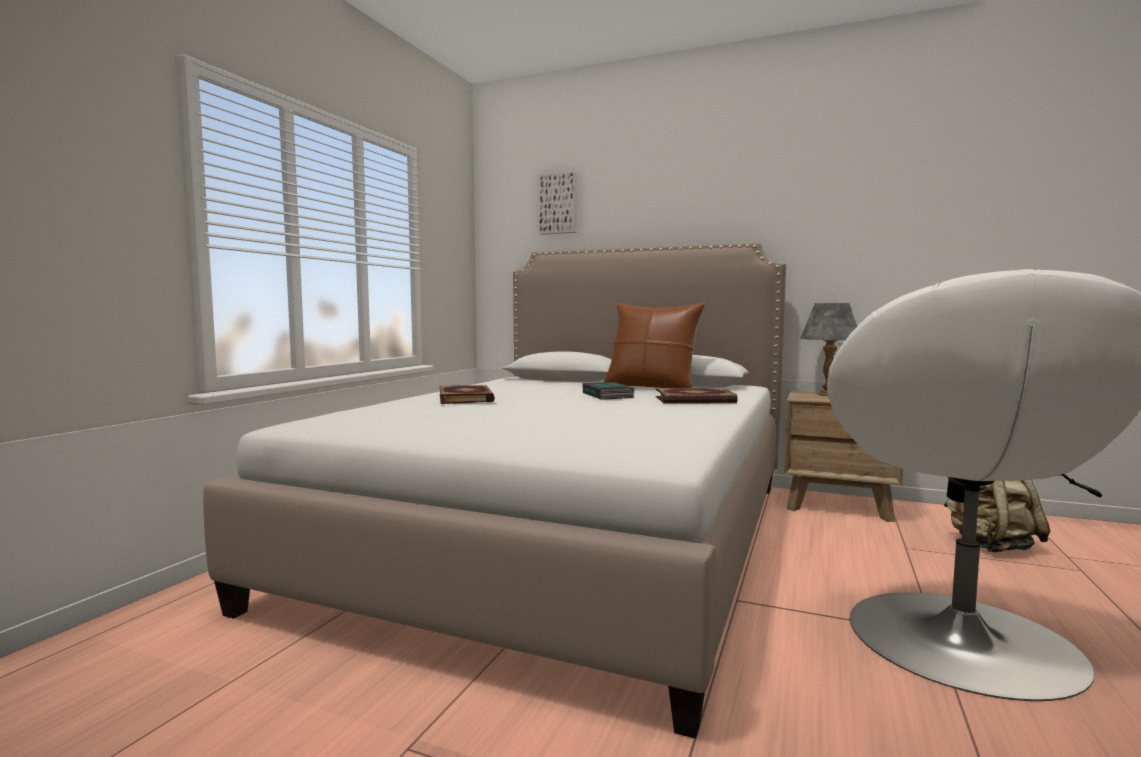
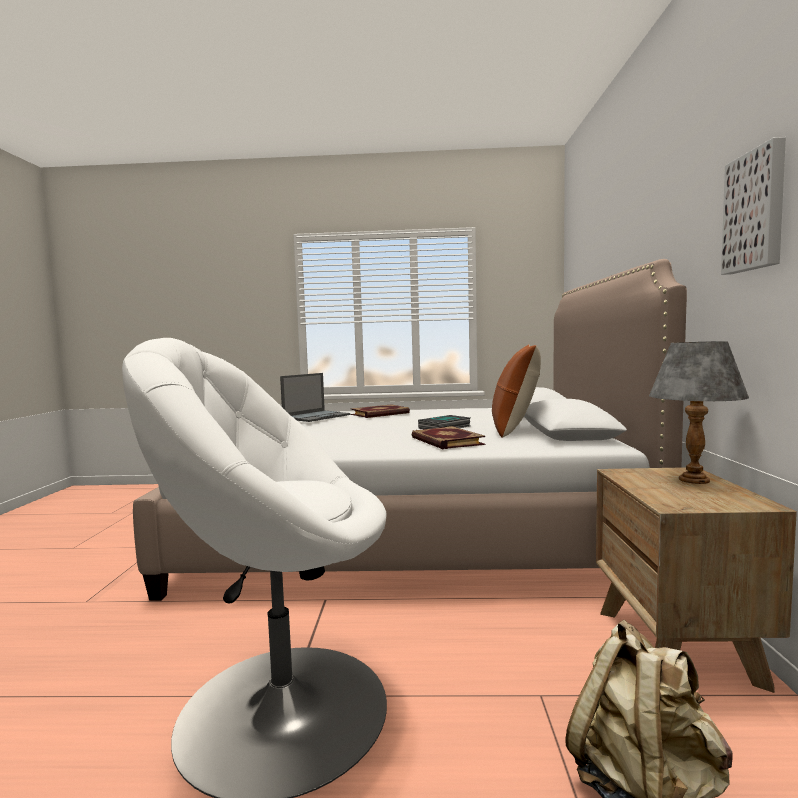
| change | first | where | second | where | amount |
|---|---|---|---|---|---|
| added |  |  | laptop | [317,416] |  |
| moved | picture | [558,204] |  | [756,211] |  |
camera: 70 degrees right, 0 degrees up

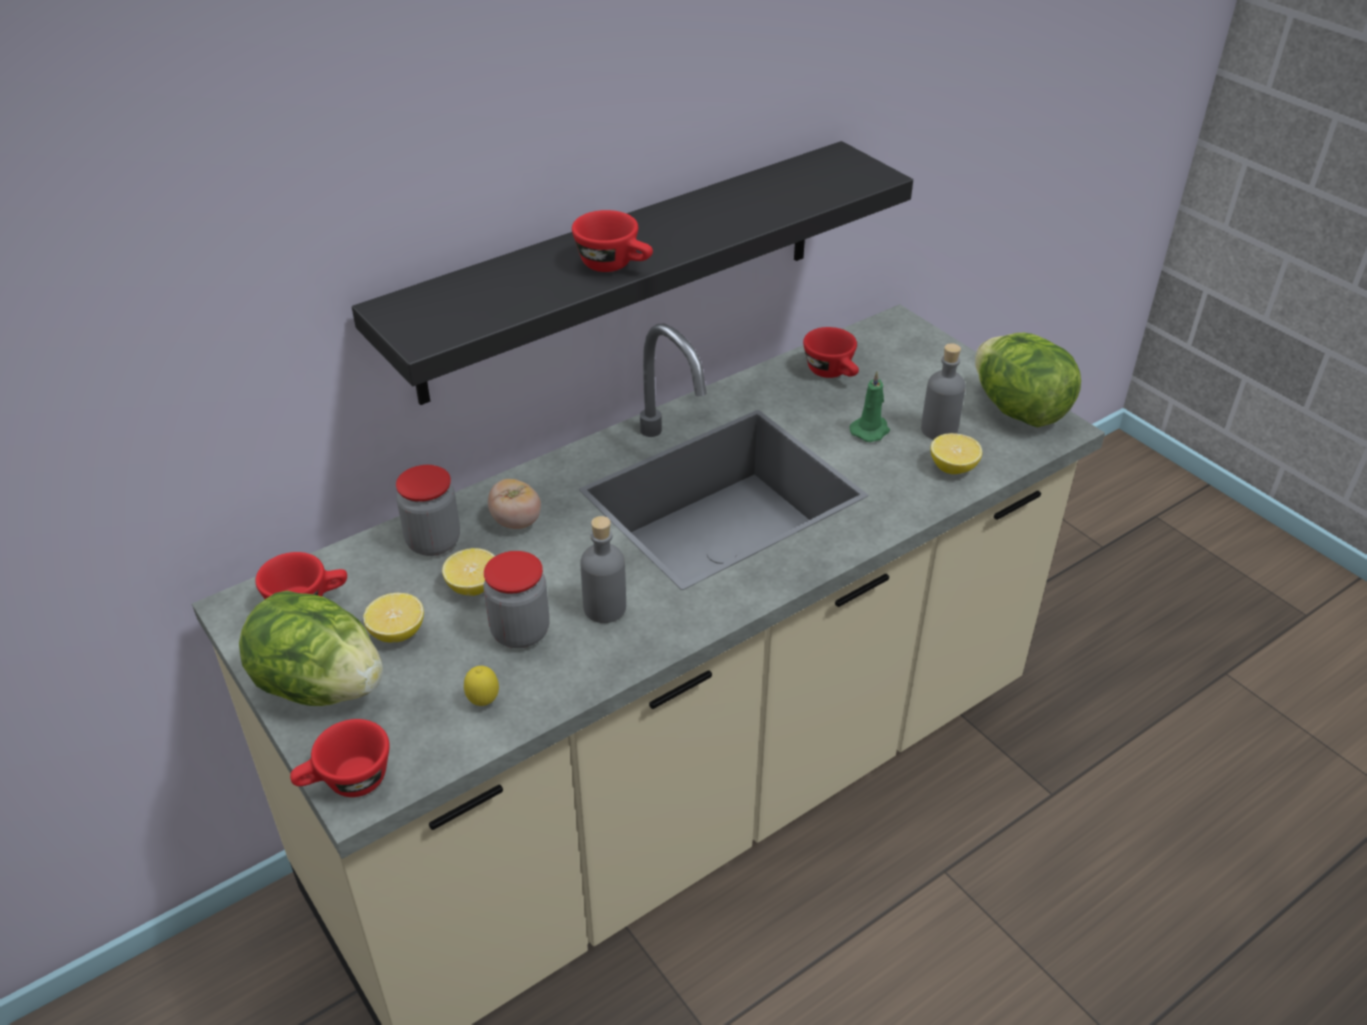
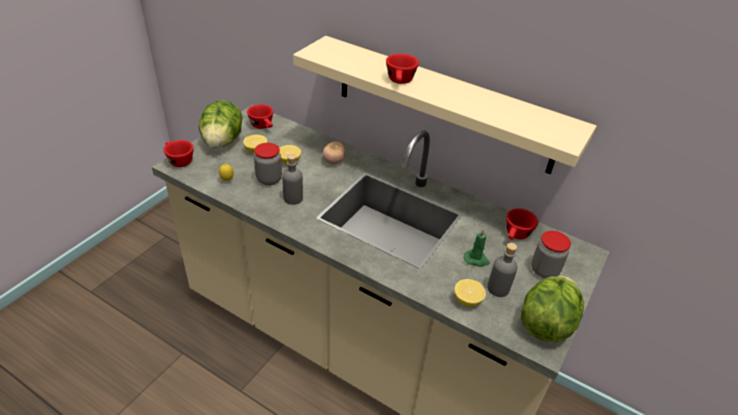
| change | first | where | second | where | amount |
|---|---|---|---|---|---|
| recoloured | bracket shelf (black) | [623,271] | bracket shelf (sand-coloured) | [443,104] |  |
| moved | jar | [433,542] |  | [544,270] |  |
camera: 65 degrees right, 0 degrees up

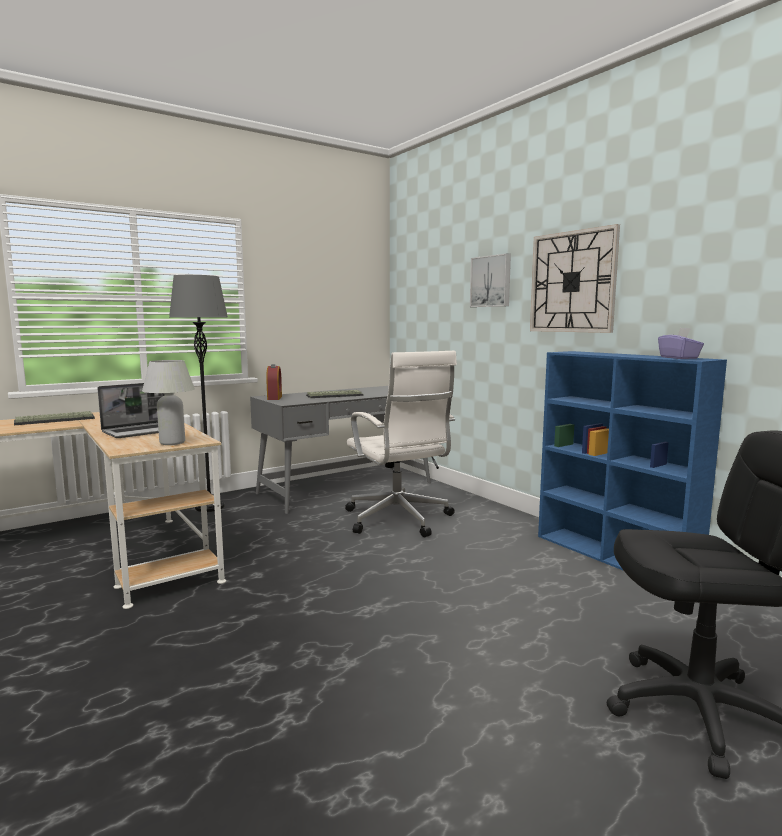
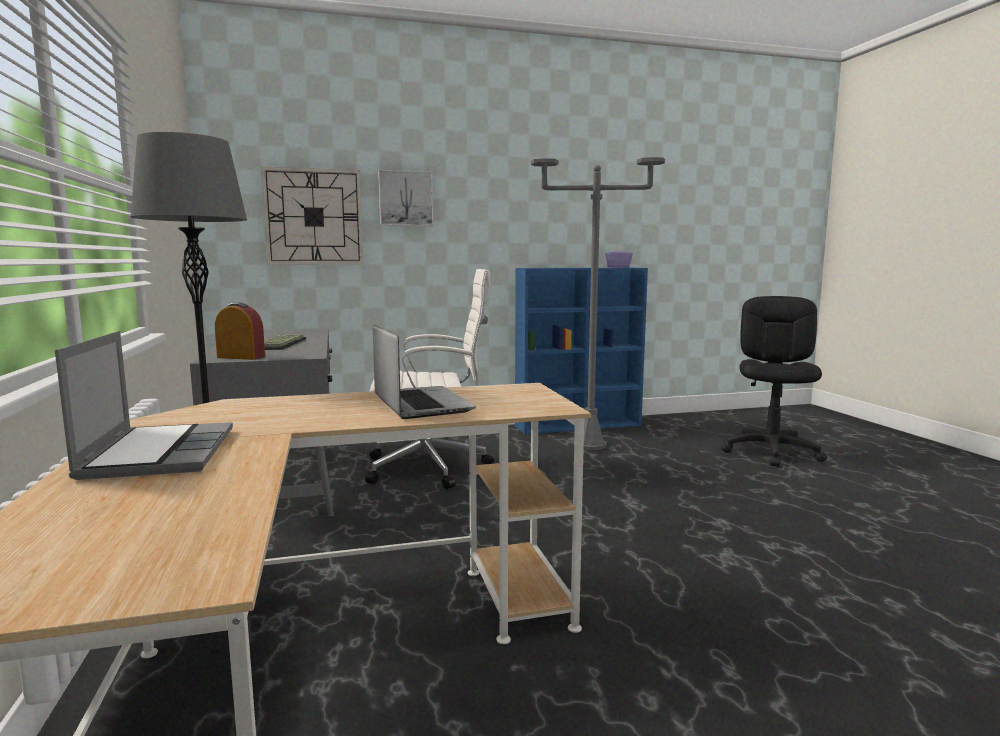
| change | first | where | second | where | amount |
|---|---|---|---|---|---|
| replaced | keyboard | [56,419] | laptop | [158,453] |  |
| moved | hanging clock | [572,282] |  | [314,217] |  |
| added |  |  | standard lamp (greyish) | [589,445] |  |
| removed | lamp for a table (white-coloured) | [172,443] |  |  |  |
camera: 70 degrees left, 0 degrees up

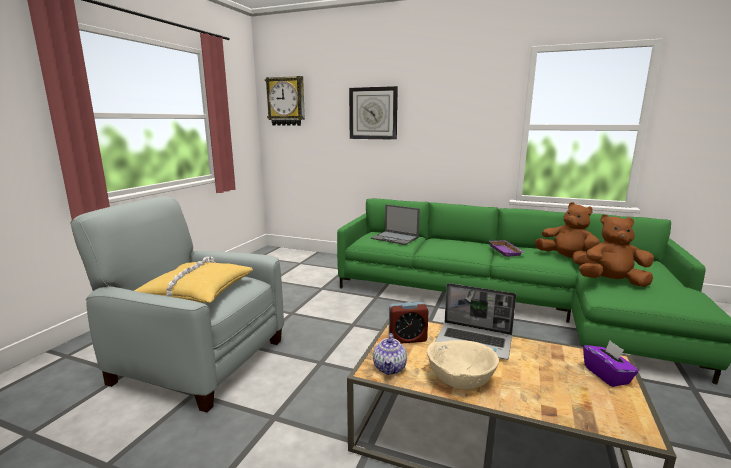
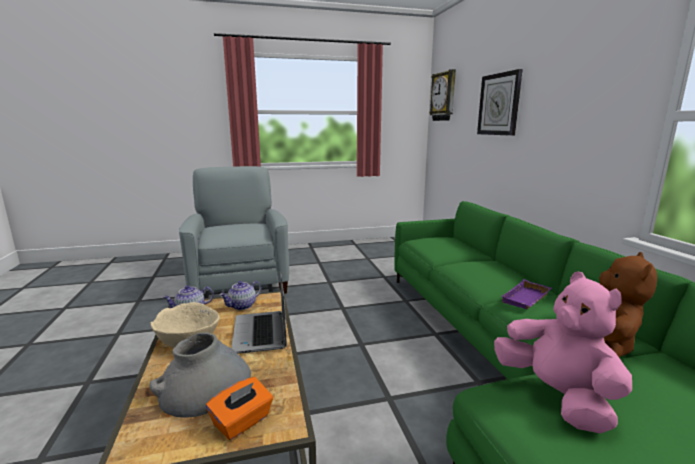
| change | first | where | second | where | amount |
|---|---|---|---|---|---|
| added |  |  | decorative vase (greyish) | [204,386] |  |
| recoloured | tissue holder (purplish) | [607,375] | tissue holder (orange-coloured) | [242,422] |  |
| replaced | bedside clock | [407,339] | teapot | [242,306] |  |
| recoloured | cuddly toy (brown-coloured) | [612,282] | cuddly toy (pinkish) | [556,396] |  |
| removed | pillow (yellow) | [196,291] |  |  |  |
| removed | laptop | [395,238] |  |  |  |
camera: 55 degrees right, 0 degrees up

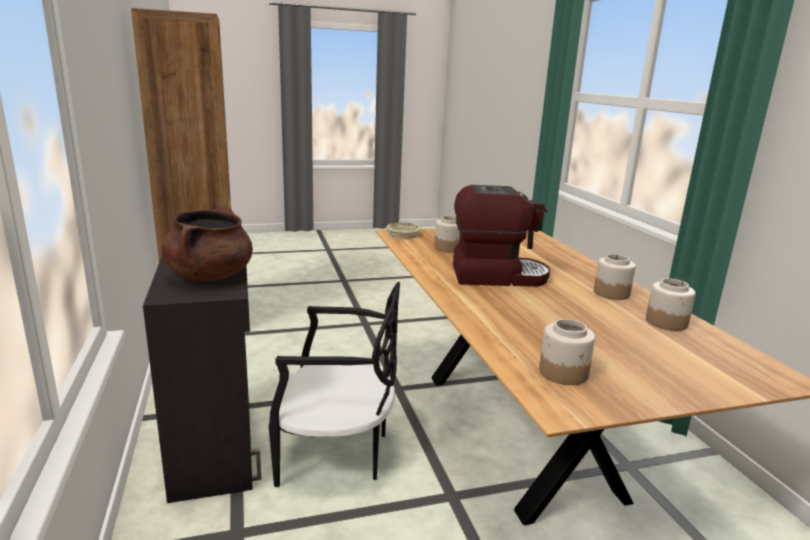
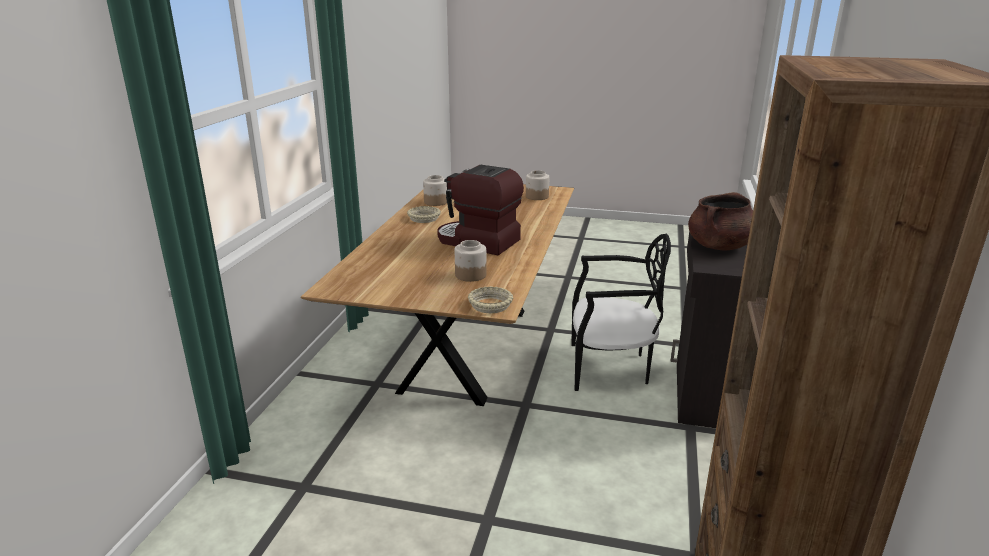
| change | first | where | second | where | amount |
|---|---|---|---|---|---|
| replaced | jar | [611,293] | bowl (sand-coloured) | [424,218] |  |
| turned | chair (black) | [337,453] |  | [610,368] | 150 degrees clockwise |
camera: 150 degrees left, 5 degrees up

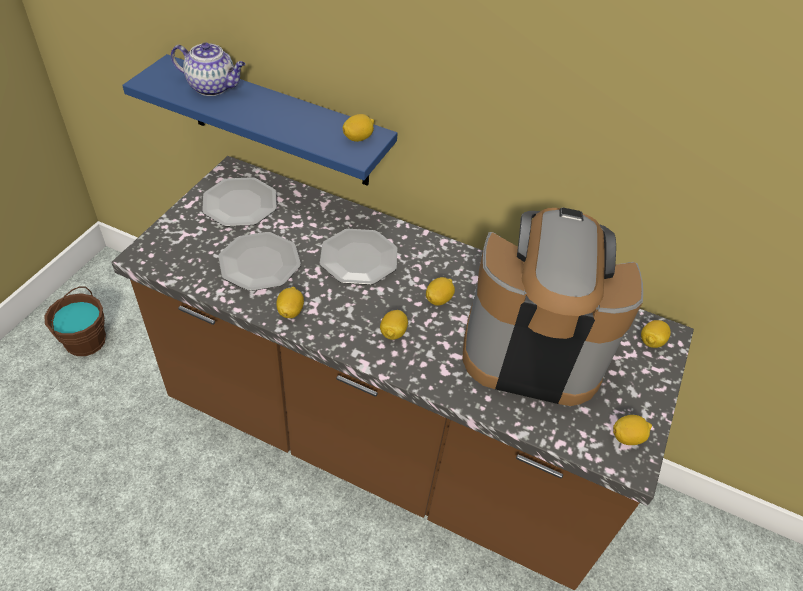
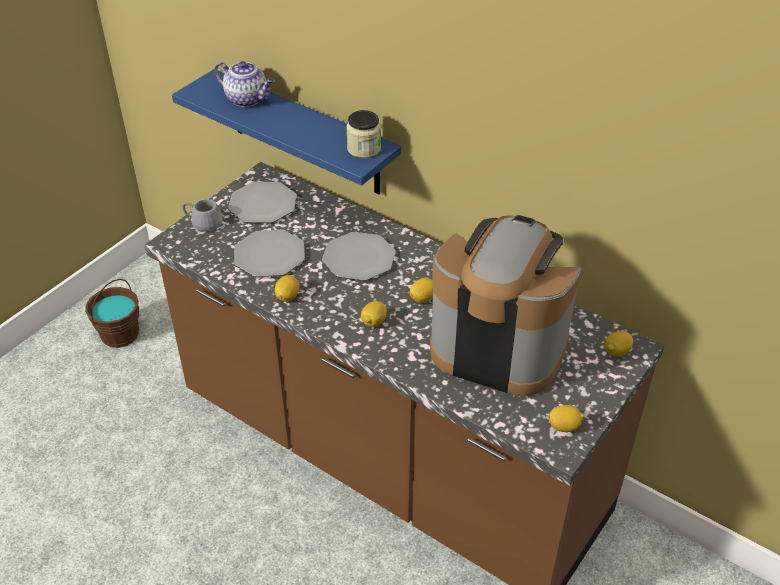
| change | first | where | second | where | amount |
|---|---|---|---|---|---|
| added |  |  | mug (greyish) | [204,220] |  |
| replaced | lemon | [358,138] | jar | [364,149] |  |
camera: 15 degrees right, 5 degrees down

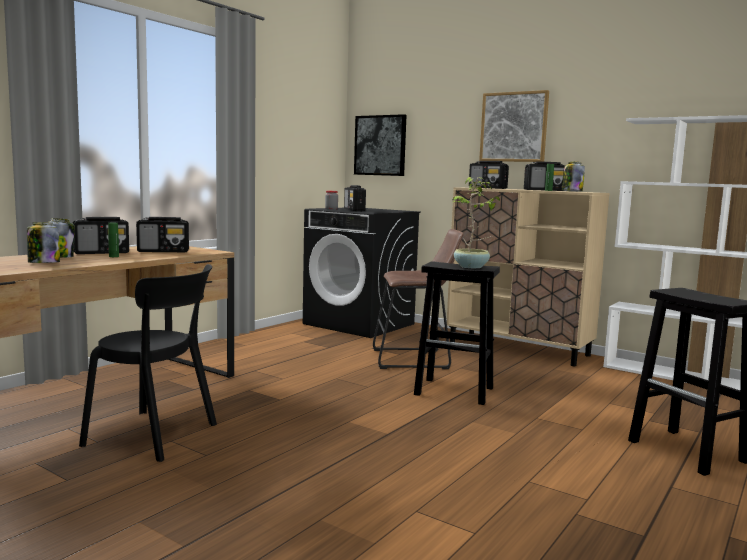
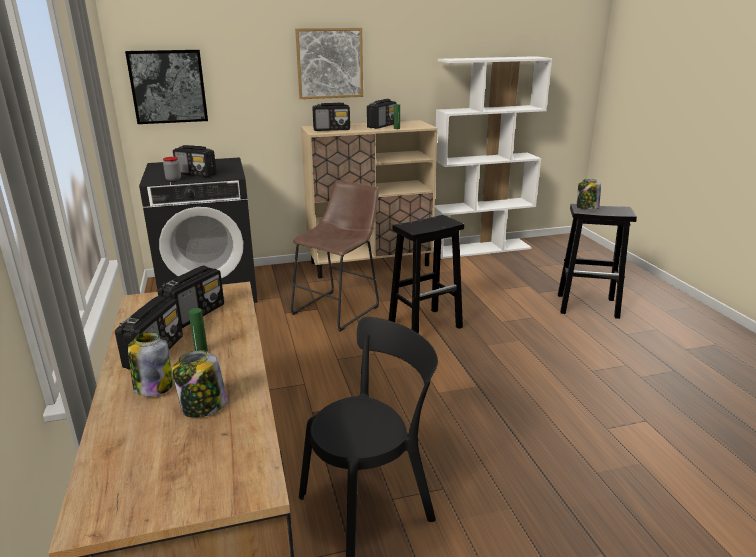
| change | first | where | second | where | amount |
|---|---|---|---|---|---|
| moved | jar | [571,191] |  | [586,208] |  |
| removed | houseplant | [472,267] |  |  |  |
camera: 50 degrees left, 15 degrees up

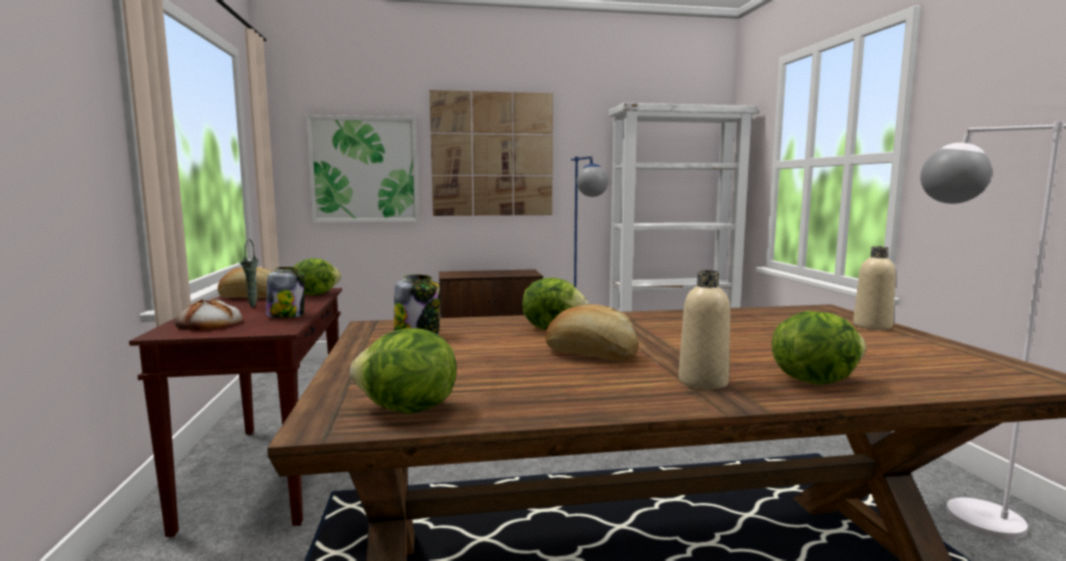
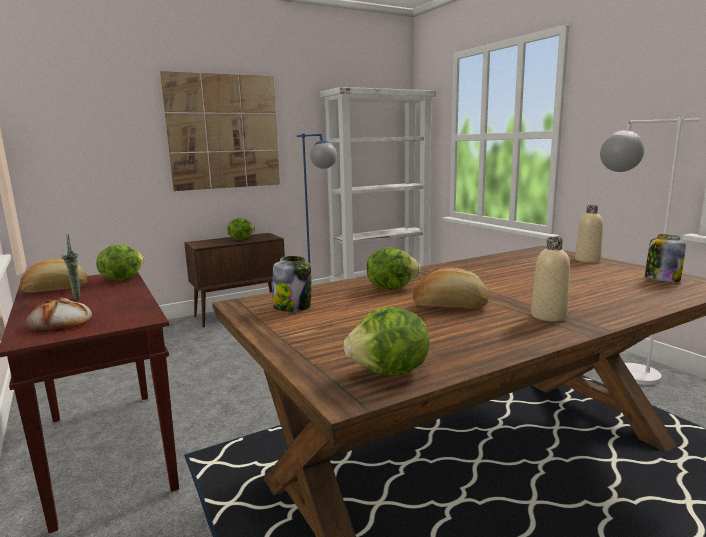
| change | first | where | second | where | amount |
|---|---|---|---|---|---|
| moved | lettuce | [813,380] |  | [241,239] |  |
| moved | jar | [286,315] |  | [661,279] |  |
| removed | picture | [364,170] |  |  |  |
camera: 20 degrees left, 5 degrees up

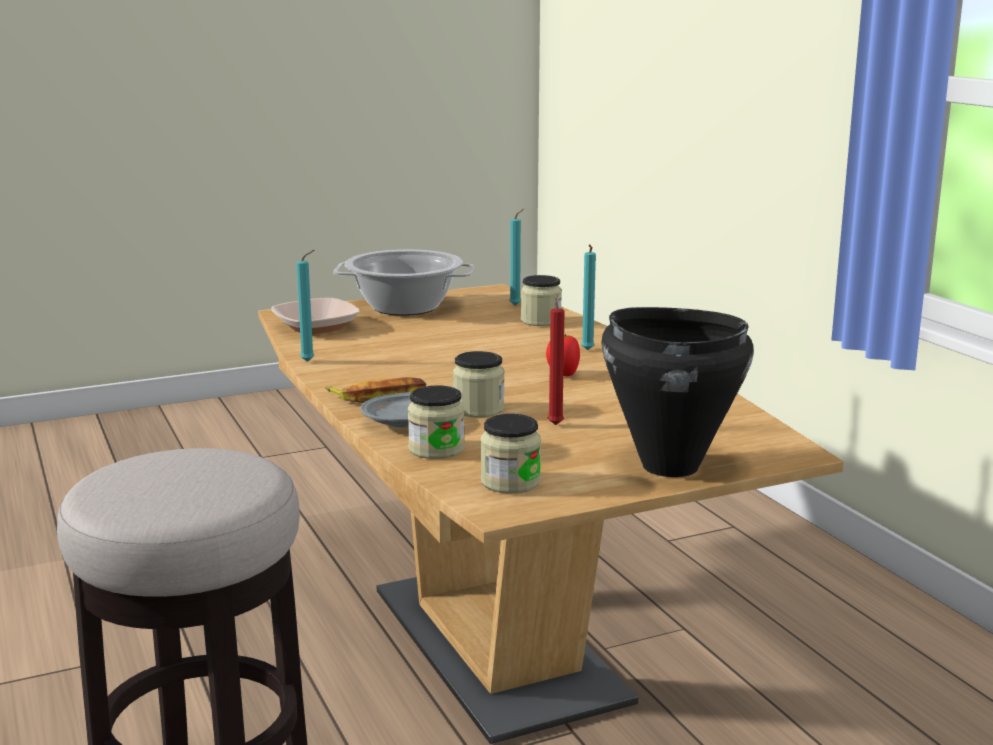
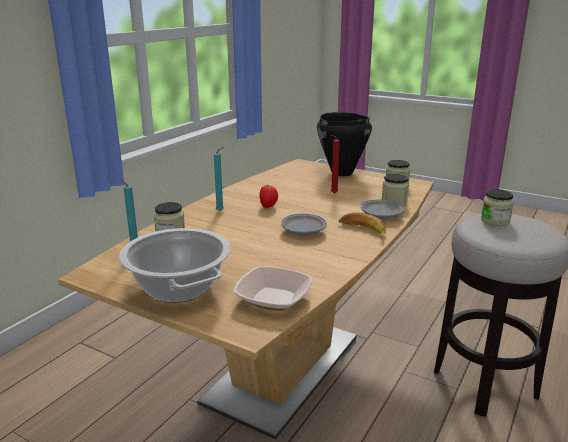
| change | first | where | second | where | amount |
|---|---|---|---|---|---|
| added |  |  | flat dish (greyish) | [303,231] |  |
| moved | jar | [478,409] |  | [495,221] |  |
| removed | wax candle (turquoise-coloured) | [310,361] |  |  |  |
camera: 125 degrees left, 5 degrees up

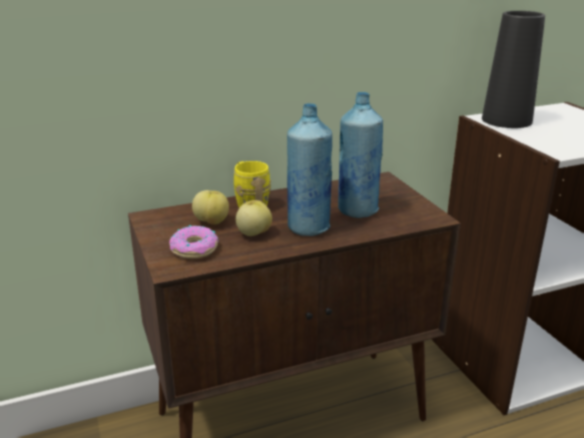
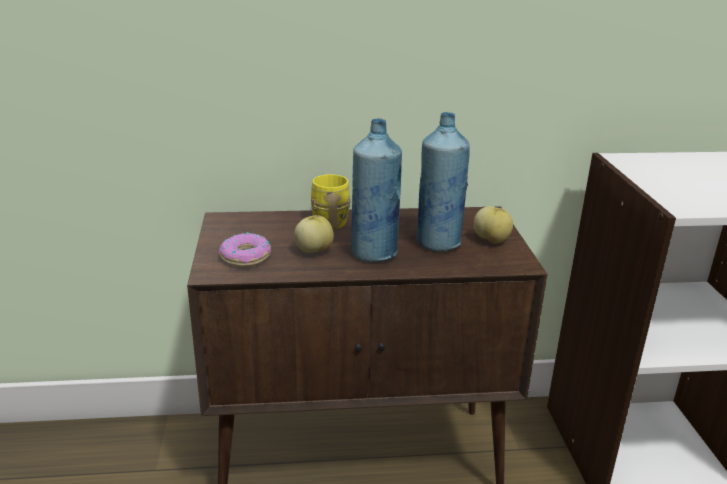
| change | first | where | second | where | amount |
|---|---|---|---|---|---|
| moved | whole apple | [212,222] |  | [491,240] |  |
| removed | decorative vase (black) | [506,120] |  |  |  |
camera: 15 degrees right, 0 degrees up

